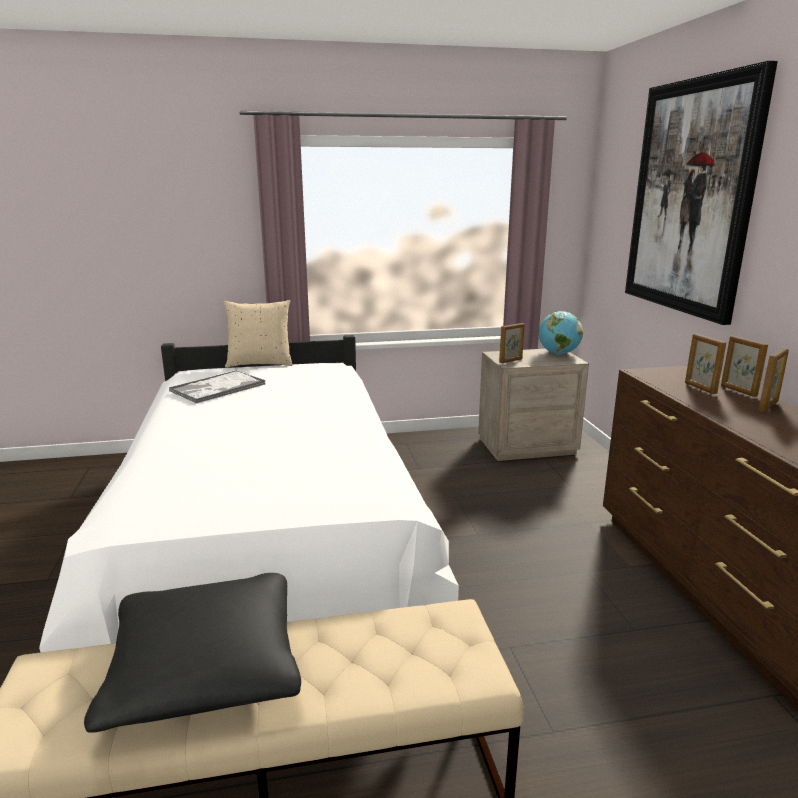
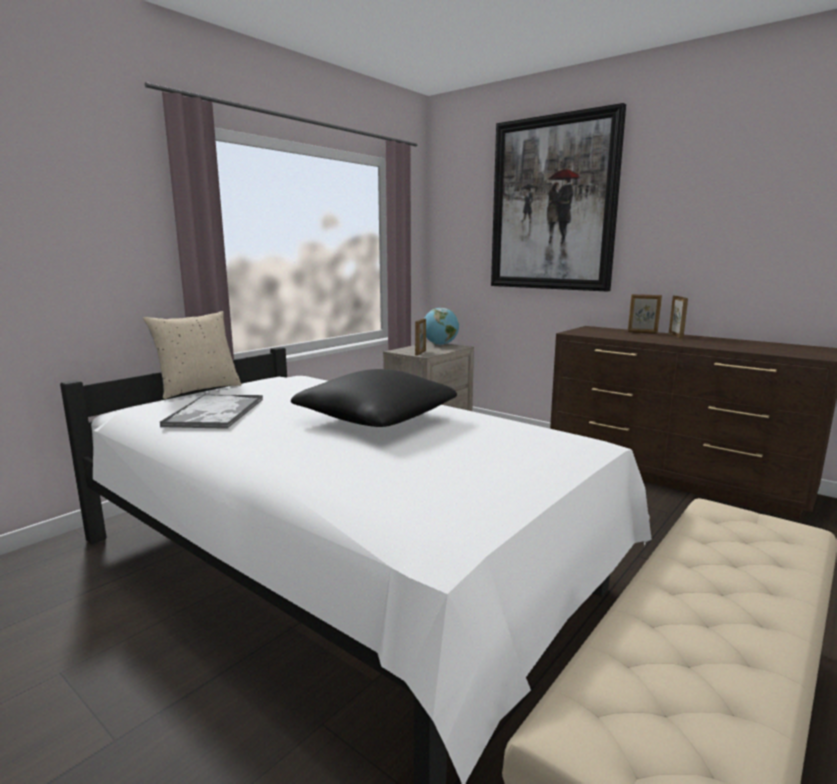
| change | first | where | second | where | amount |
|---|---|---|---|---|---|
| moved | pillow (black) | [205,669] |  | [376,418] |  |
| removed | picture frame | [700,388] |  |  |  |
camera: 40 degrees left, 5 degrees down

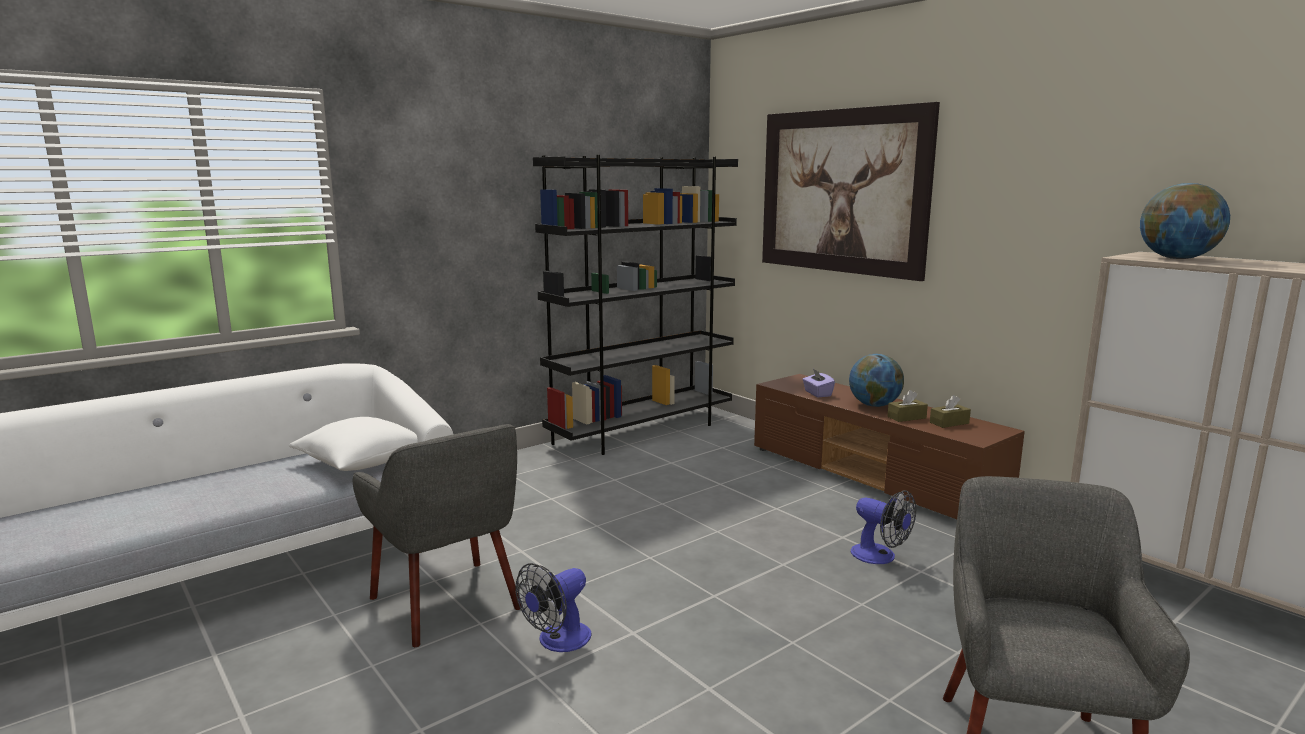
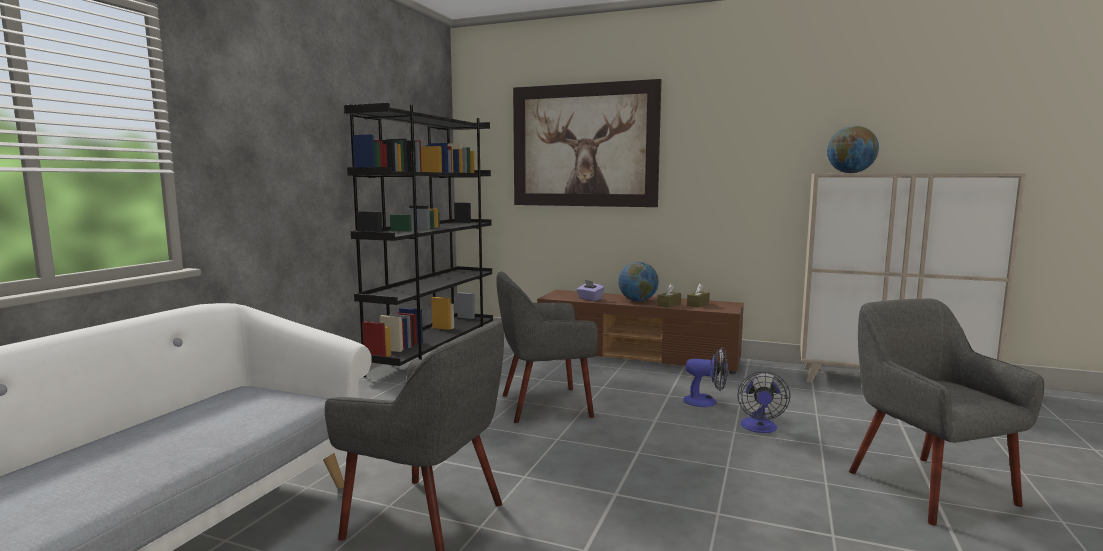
| change | first | where | second | where | amount |
|---|---|---|---|---|---|
| added |  |  | easy chair (greyish) | [544,405] |  |
| moved | cooling fan | [557,641] |  | [759,428] |  |
| removed | pillow (white-coloured) | [361,463] |  |  |  |
camera: 30 degrees left, 5 degrees down

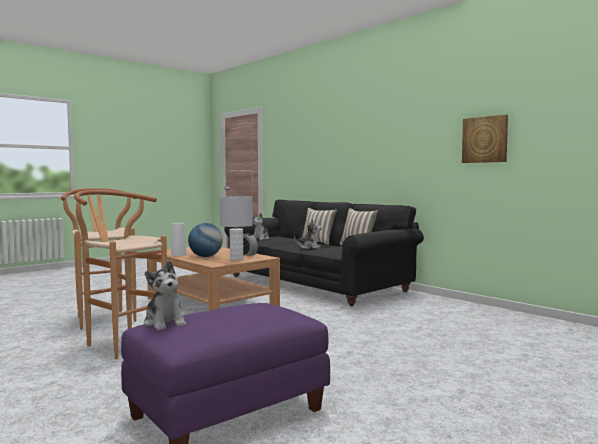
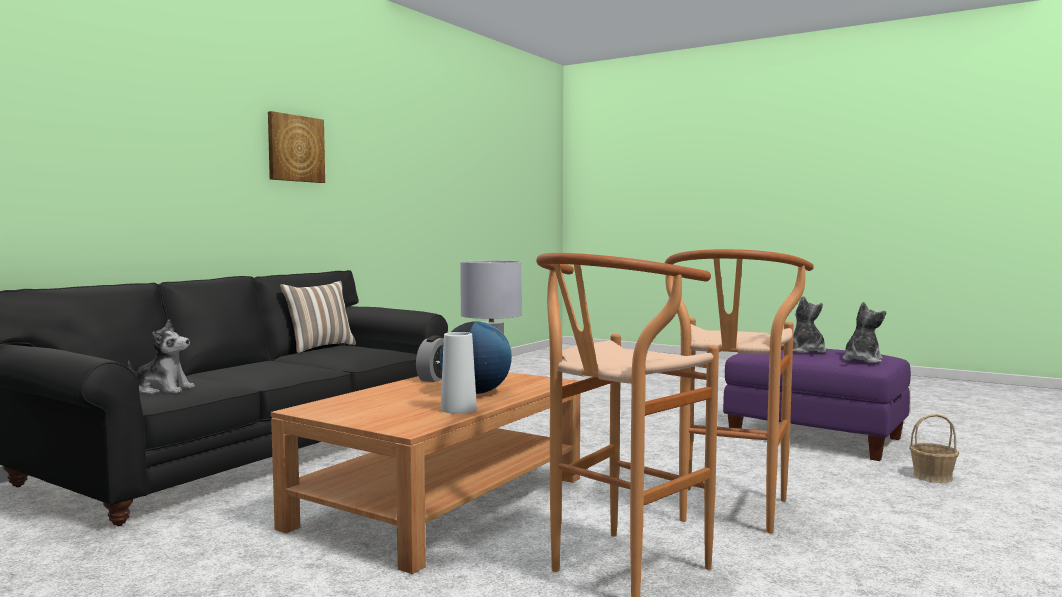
| change | first | where | second | where | amount |
|---|---|---|---|---|---|
| moved | picture | [485,139] |  | [295,148] |  |
| moved | cuddly toy | [309,247] |  | [806,351] |  |
| added |  |  | storage basket | [933,477] |  |
| removed | pillow | [318,242] |  |  |  |
camera: 105 degrees left, 0 degrees up

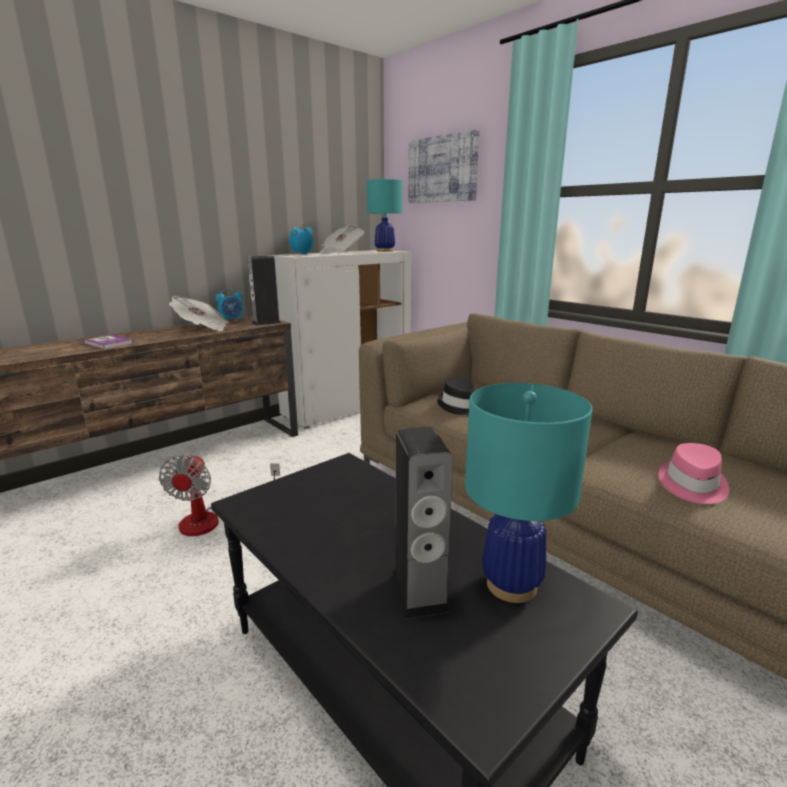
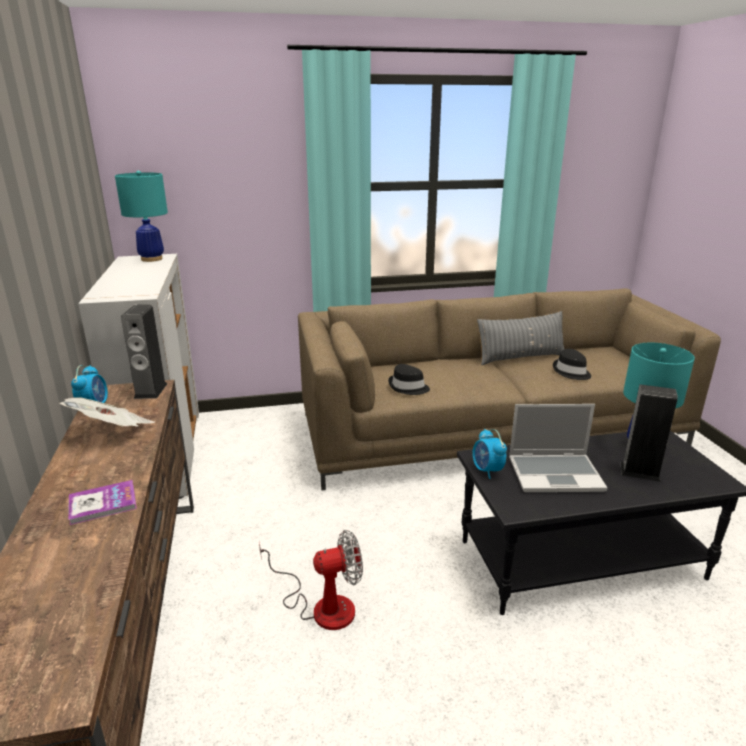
| change | first | where | second | where | amount |
|---|---|---|---|---|---|
| turned | cooling fan | [213,519] |  | [321,605] | 45 degrees counterclockwise |
| moved | bedside clock | [301,254] |  | [487,470] |  |
| added |  |  | pillow (greyish) | [520,357] |  |
| added |  |  | laptop | [556,474] |  |
| recoloured | hat (pinkish) | [691,485] | hat (black) | [571,372] |  |
| removed | newspaper | [340,253] |  |  |  |
| removed | picture | [442,169] |  |  |  |
camera: 60 degrees left, 5 degrees up

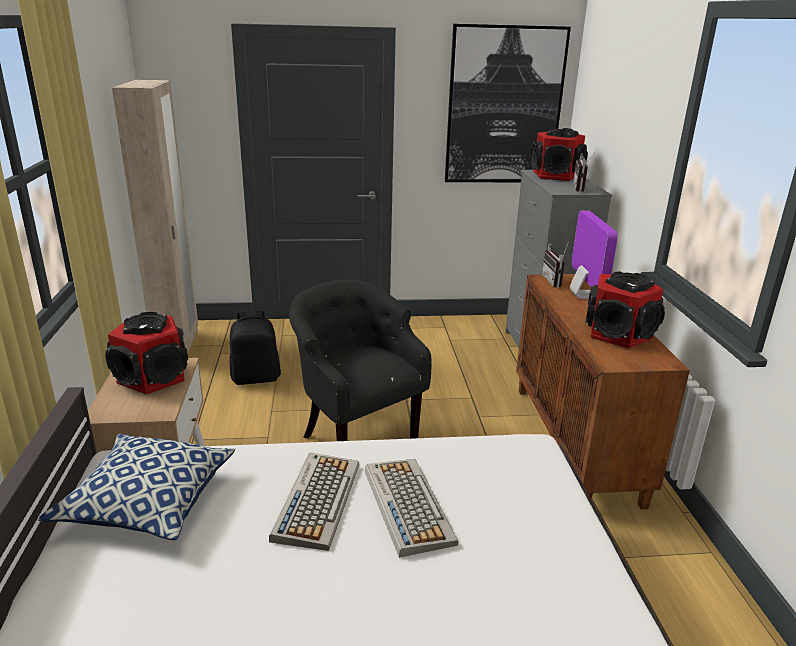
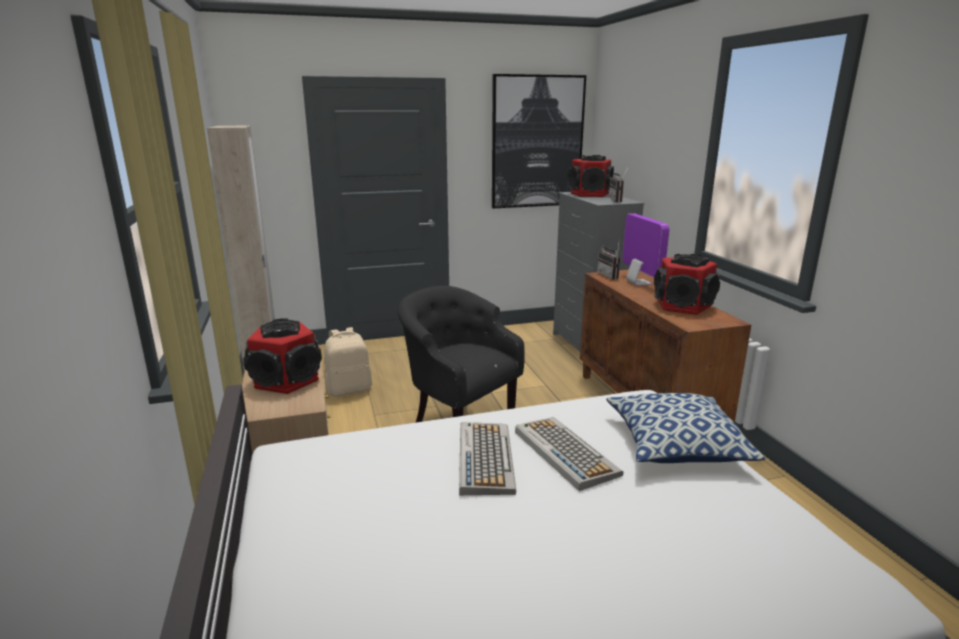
| change | first | where | second | where | amount |
|---|---|---|---|---|---|
| recoloured | knapsack (black) | [256,378] | knapsack (sand-coloured) | [349,390] |  |
| moved | pillow | [148,501] |  | [675,445] |  |
camera: 10 degrees left, 5 degrees down

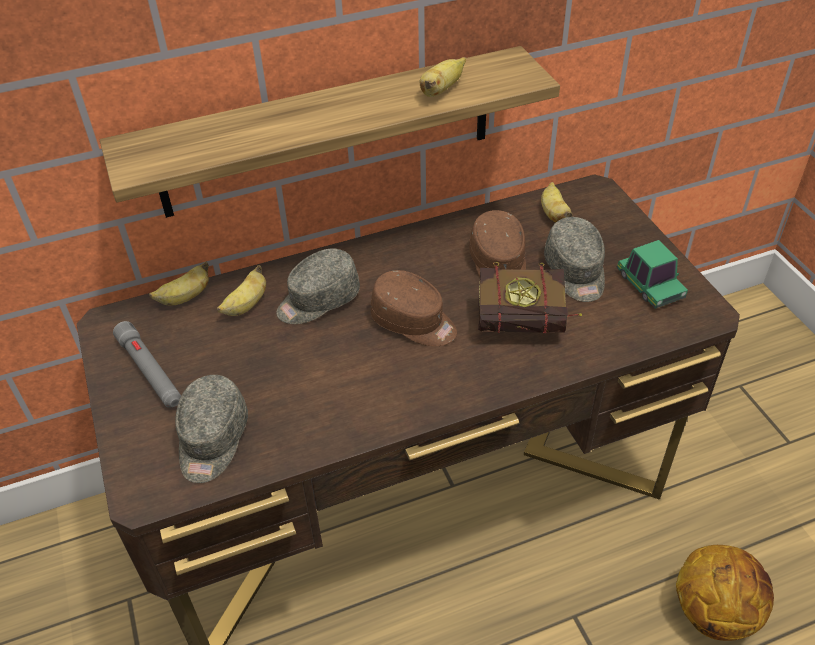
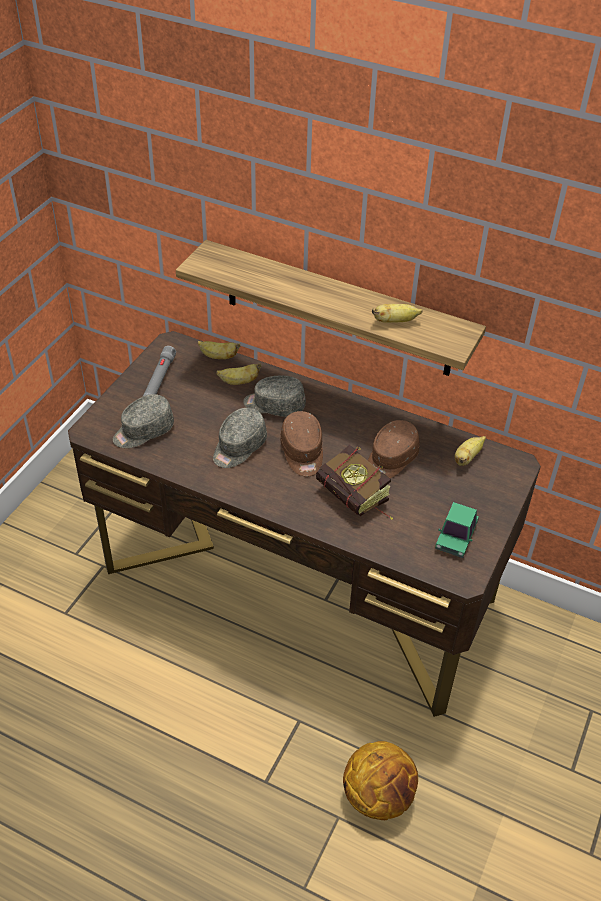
| change | first | where | second | where | amount |
|---|---|---|---|---|---|
| moved | cap (greyish) | [575,272] |  | [238,447] |  |
camera: 45 degrees right, 0 degrees up

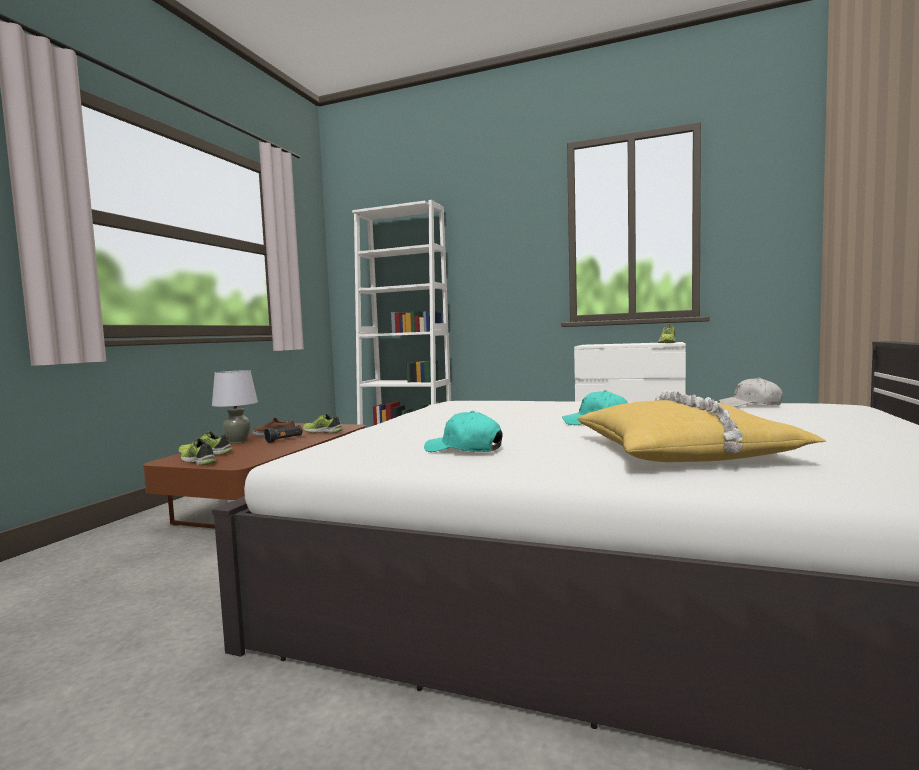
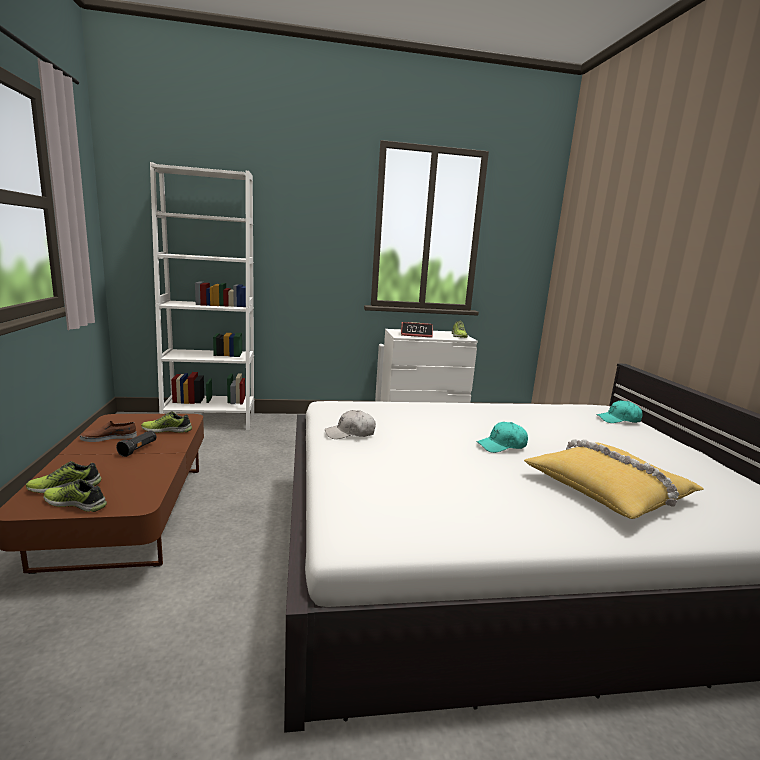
| change | first | where | second | where | amount |
|---|---|---|---|---|---|
| moved | cap (white-coloured) | [750,405] |  | [350,433] |  |
| added |  |  | bedside clock | [416,335] |  |
| moved | cap (turquoise-coloured) | [464,449] |  | [618,420] |  |
| removed | lamp for a table (greyish) | [237,442] |  |  |  |
camera: 30 degrees left, 10 degrees up

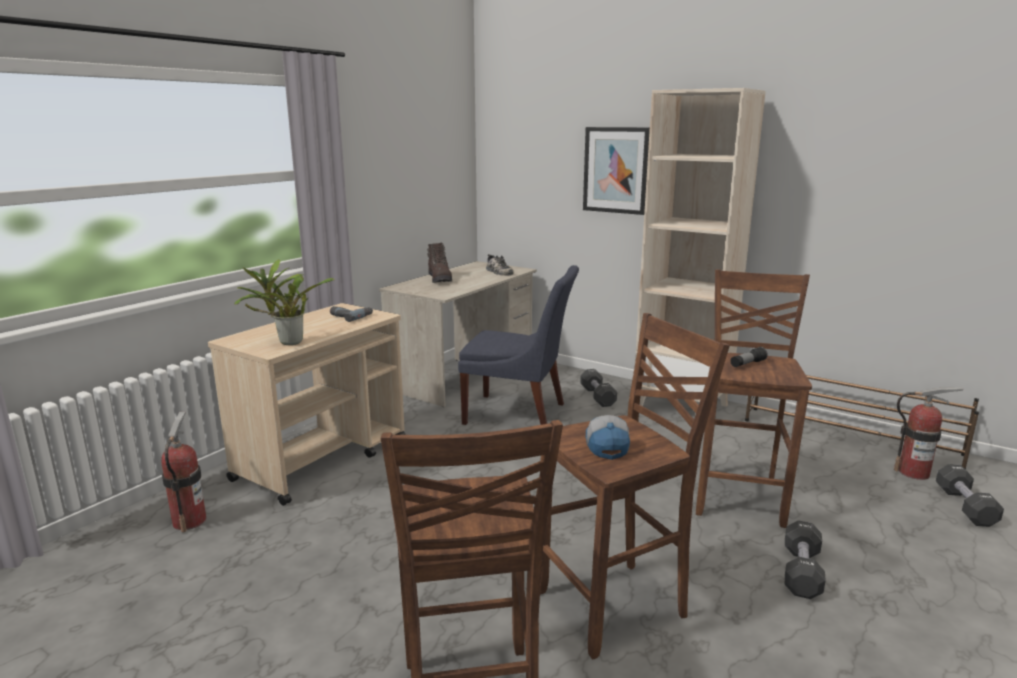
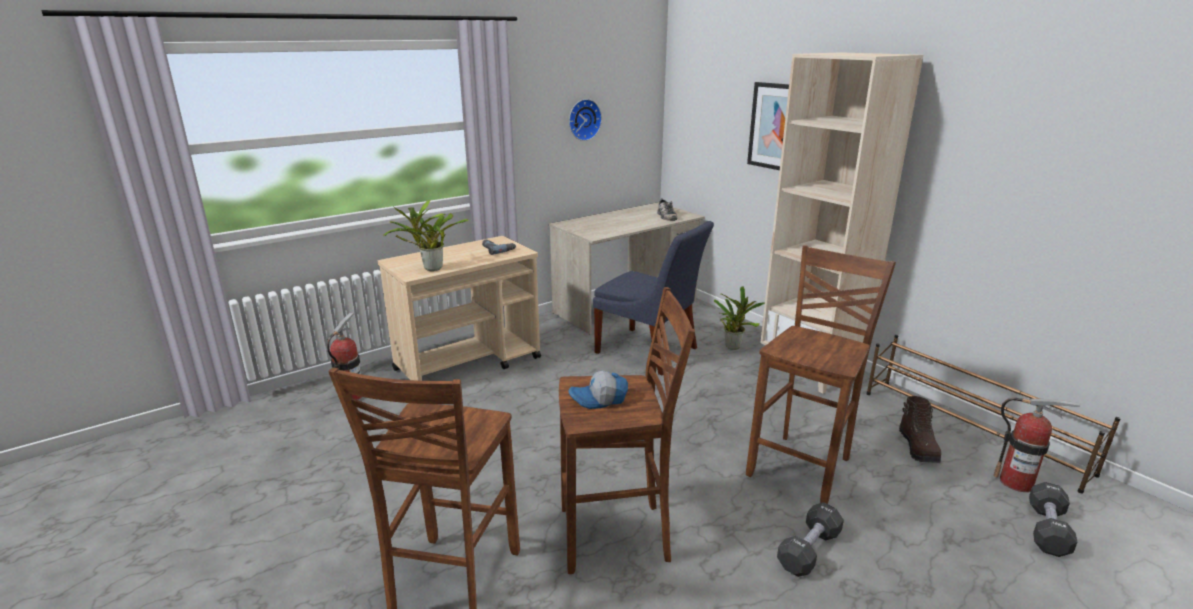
| change | first | where | second | where | amount |
|---|---|---|---|---|---|
| turned | cap | [605,444] |  | [599,399] | 120 degrees counterclockwise |
| added |  |  | hanging clock | [583,119] |  |
| replaced | dumbbell (black) | [597,396] | houseplant | [733,346] |  |
| moved | boot (brown-coloured) | [440,279] |  | [918,448] |  |
| removed | hand torch | [747,364] |  |  |  |
camera: 20 degrees right, 5 degrees up

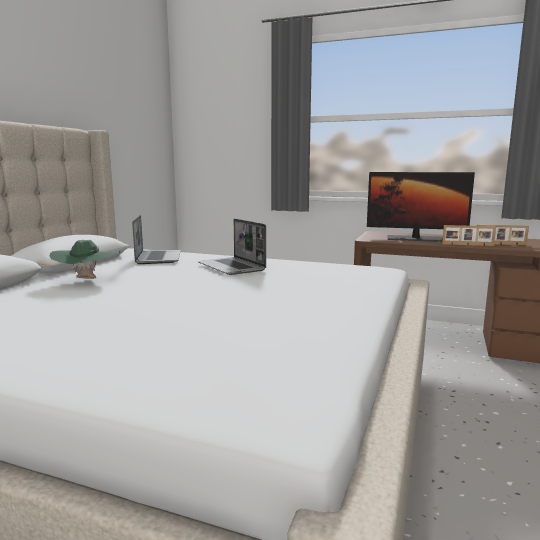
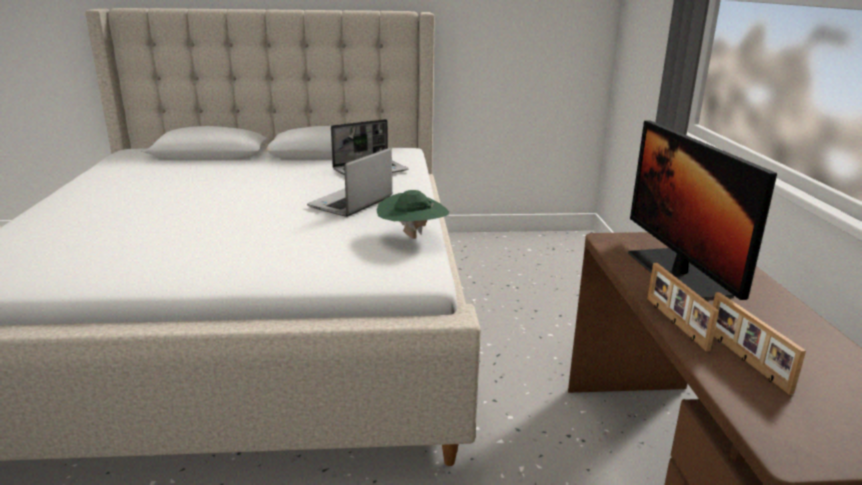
| change | first | where | second | where | amount |
|---|---|---|---|---|---|
| moved | hat (green-coloured) | [87,280] |  | [412,238] |  |
camera: 65 degrees right, 10 degrees up

